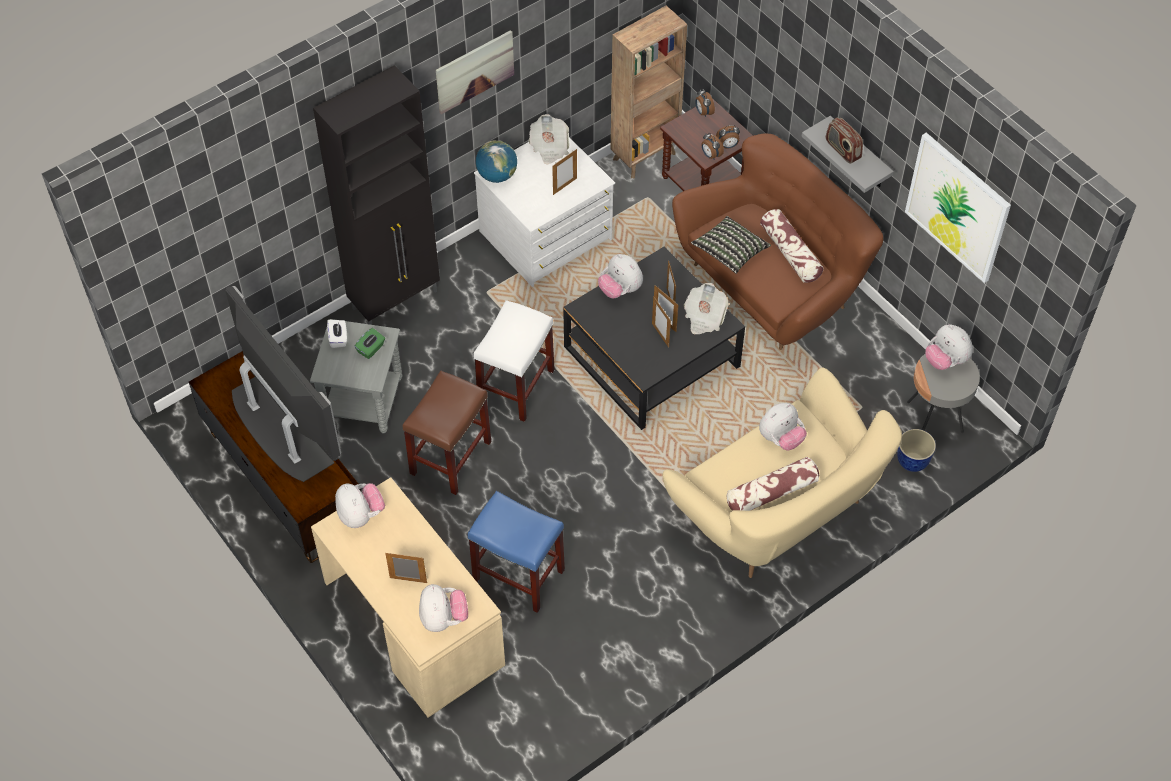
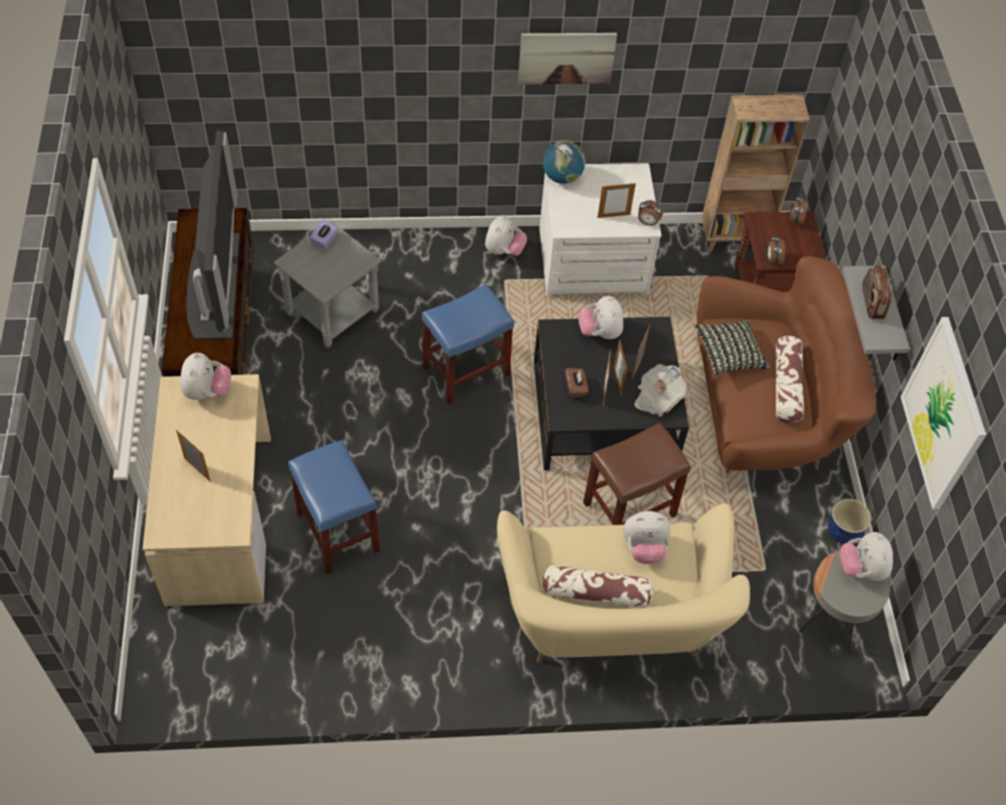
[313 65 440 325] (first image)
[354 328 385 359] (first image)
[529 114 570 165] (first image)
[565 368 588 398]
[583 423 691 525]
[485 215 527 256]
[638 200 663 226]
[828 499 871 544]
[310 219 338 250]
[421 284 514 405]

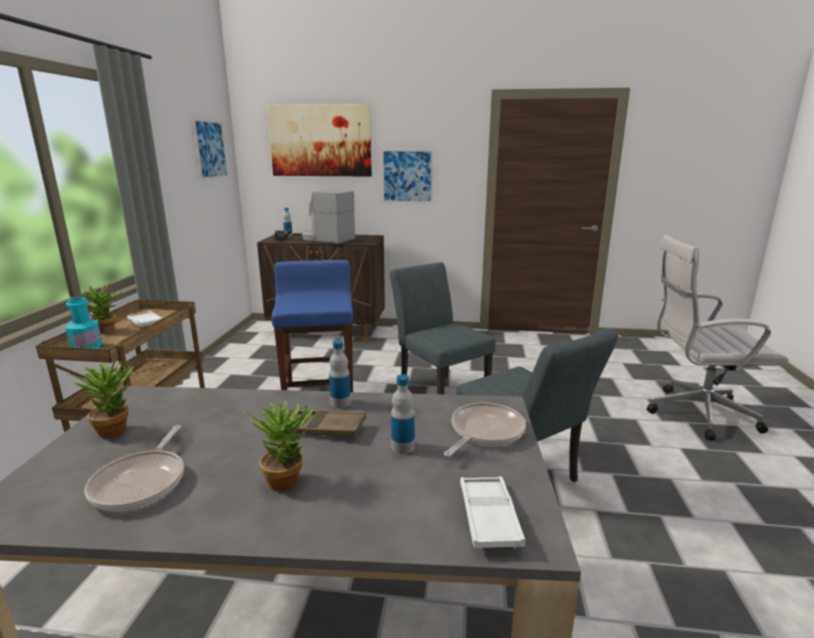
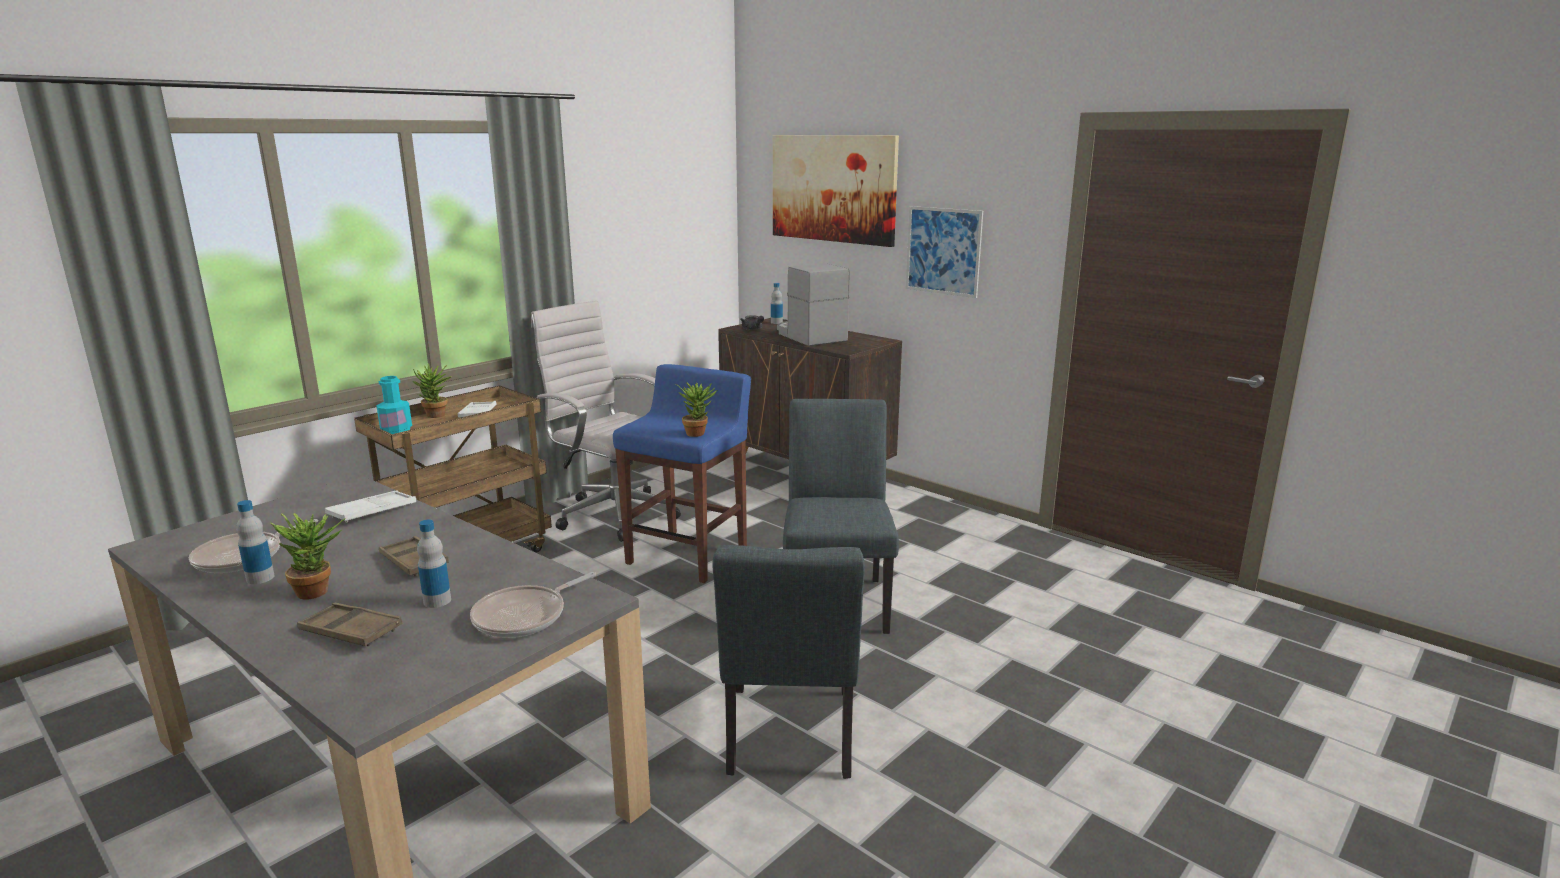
[193 119 228 180] (first image)
[297 603 403 646]
[675 383 717 437]
[236 500 275 584]
[325 490 416 523]
[531 301 681 542]
[470 572 596 638]

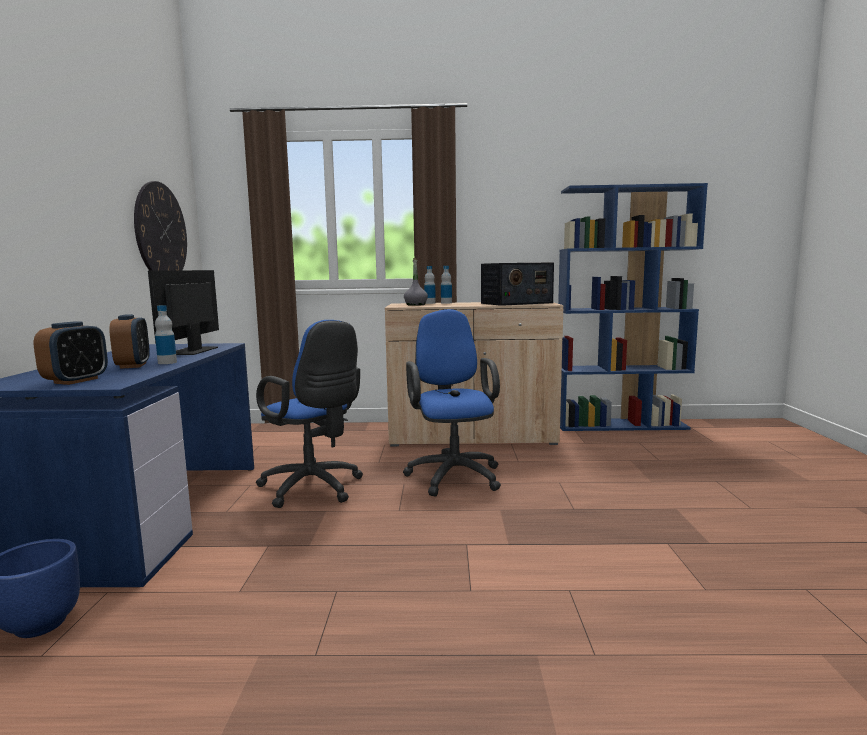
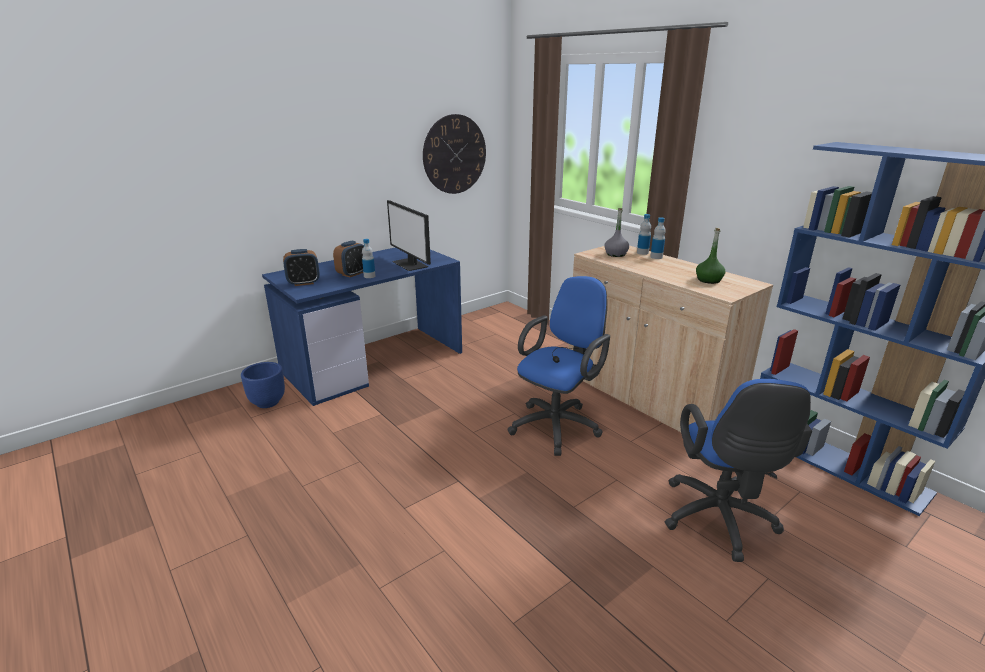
[665 379 812 562]
[696 228 726 284]
[387 200 431 271]

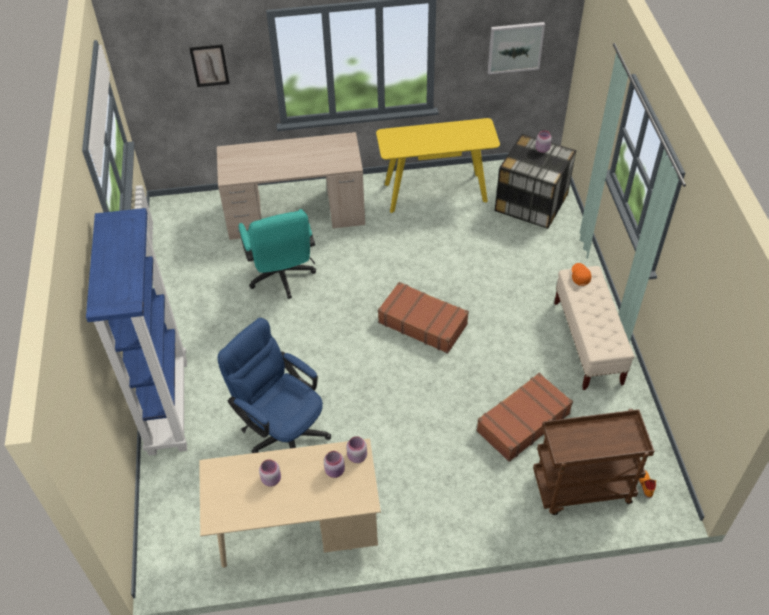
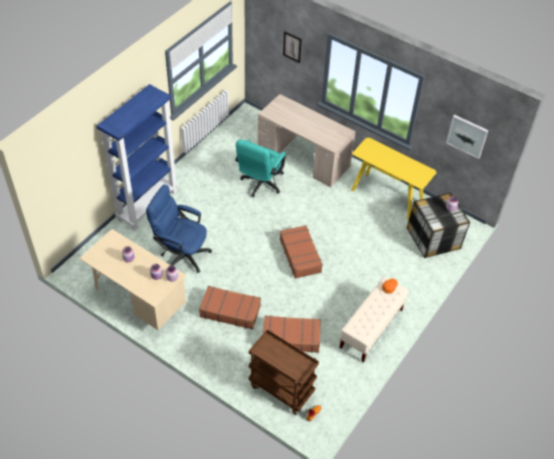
[199 286 261 330]
[146 185 212 273]

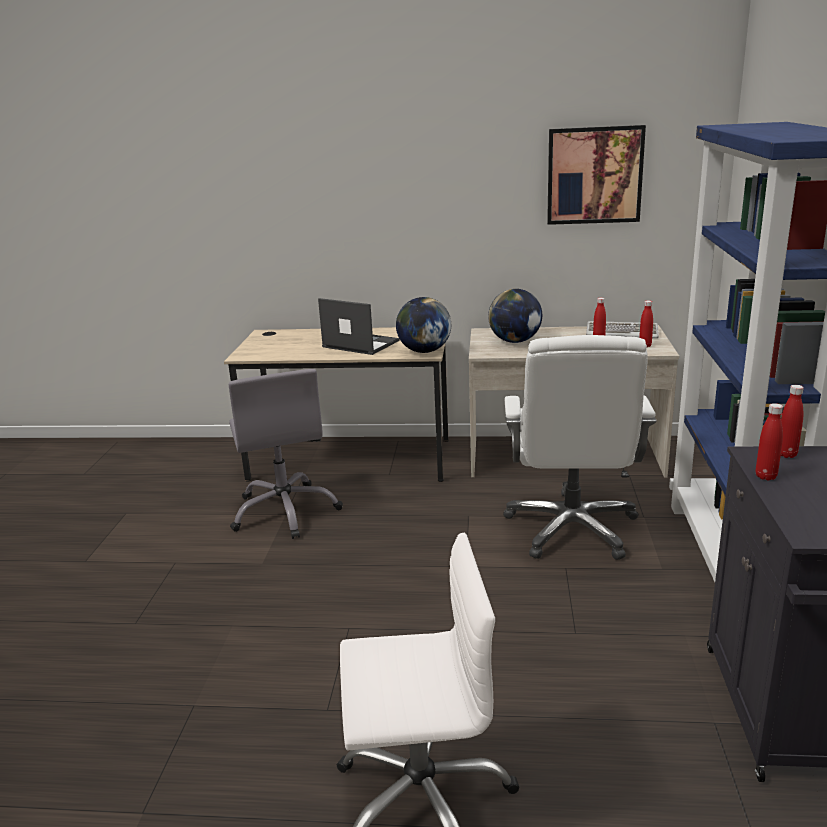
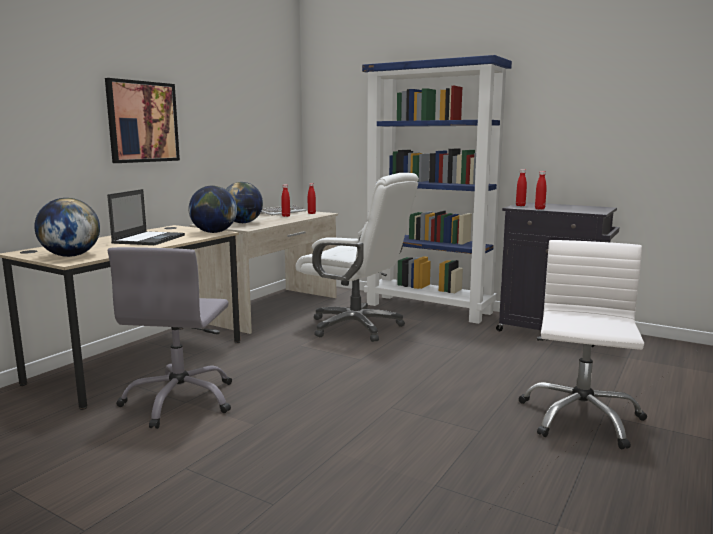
[34 198 100 257]
[105 78 180 163]
[108 247 232 429]
[107 189 185 245]

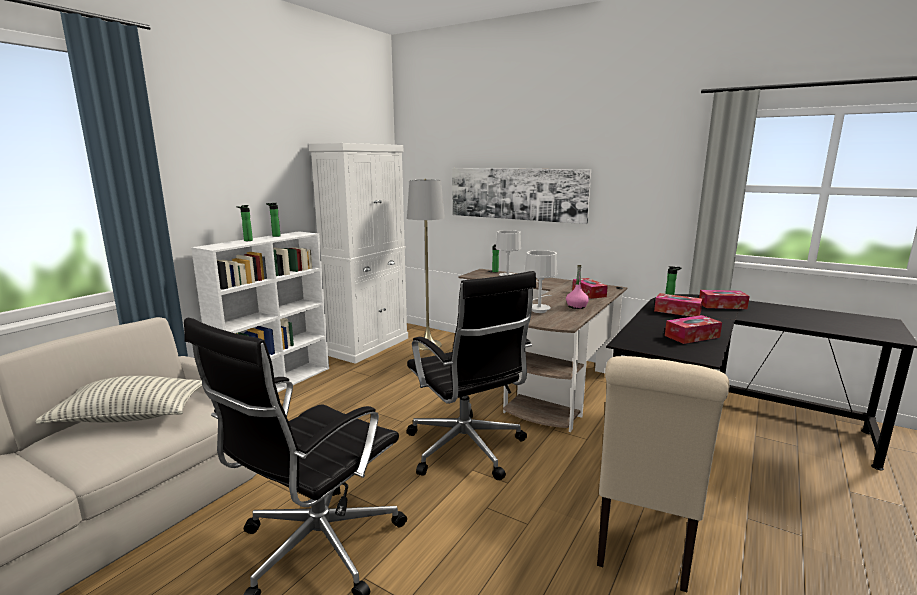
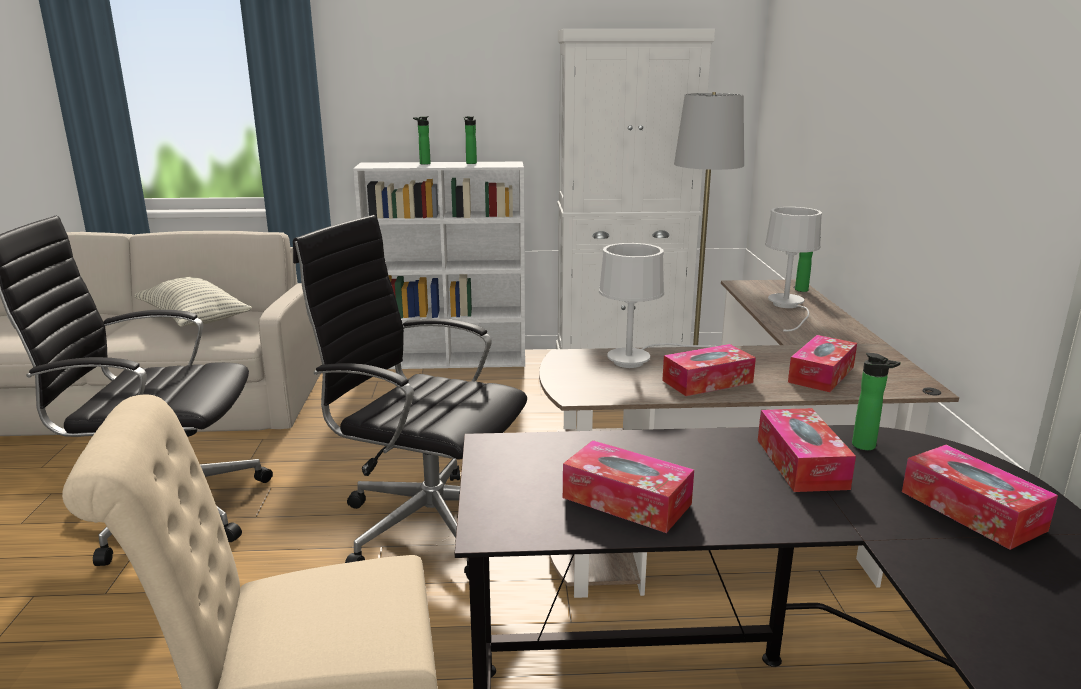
[452 168 591 224] (first image)
[662 344 756 396]
[293 215 527 579]

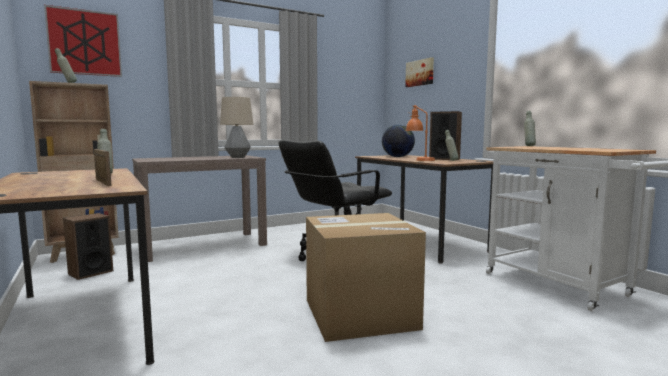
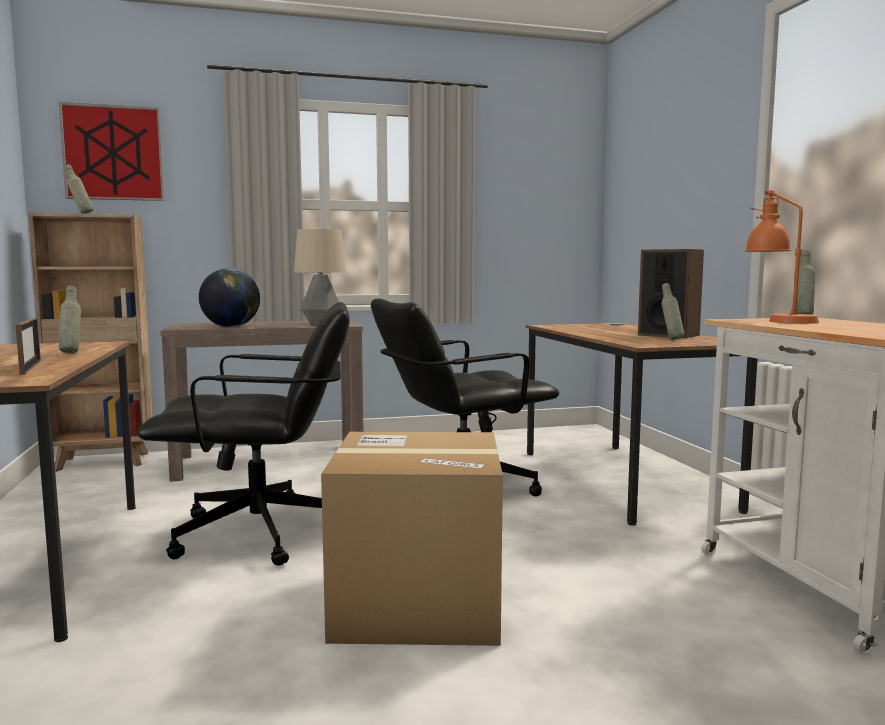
[63 213 113 280] (first image)
[405 57 434 87] (first image)
[138 302 350 566]
[199 268 260 327]
[745 190 819 324]

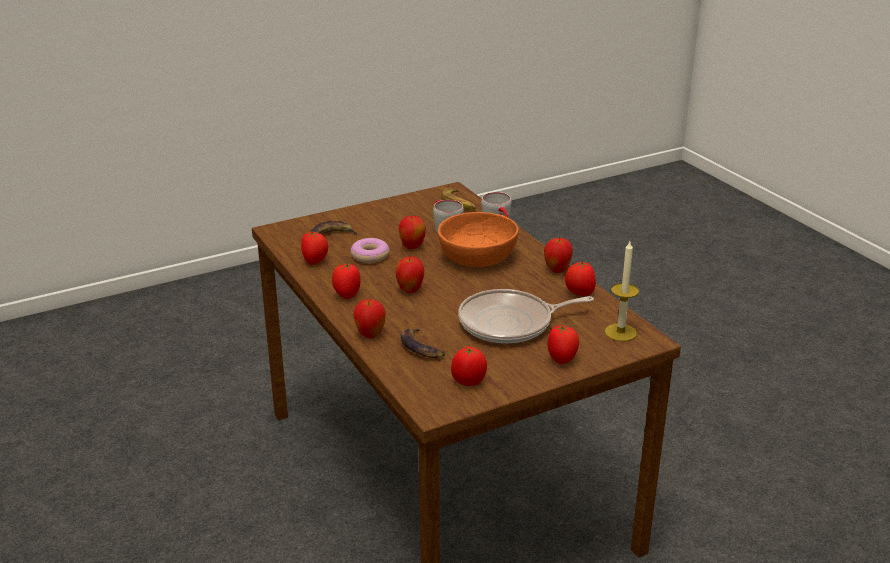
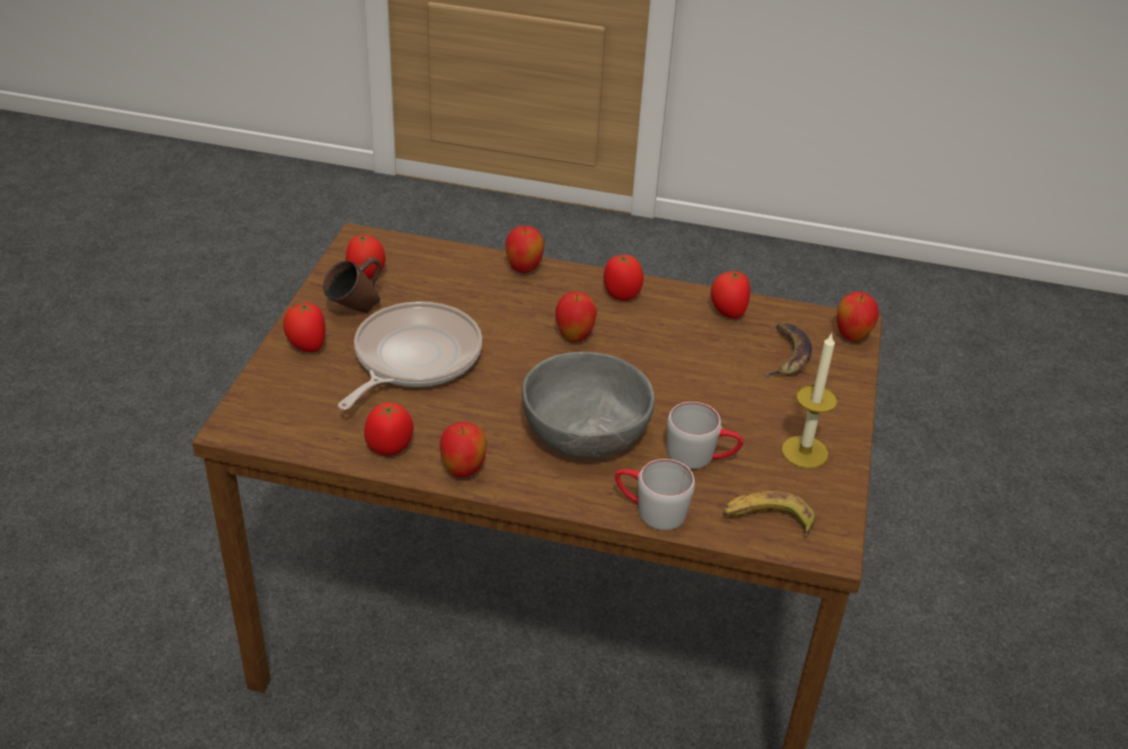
[351 238 390 263] (first image)
[400 327 445 358] (first image)
[323 258 381 313]
[837 291 879 342]
[782 332 838 469]
[522 352 655 458]

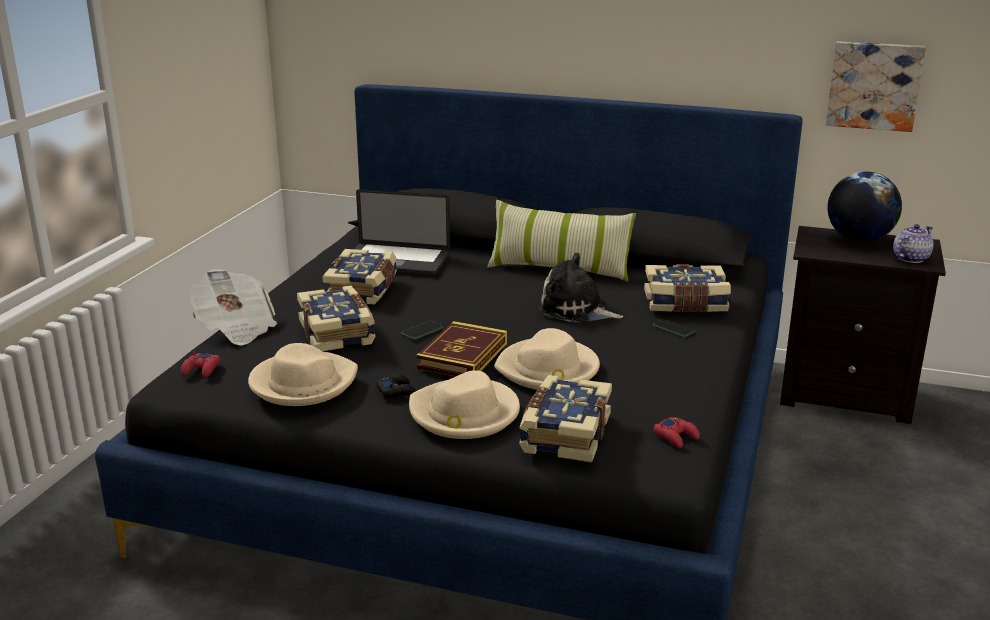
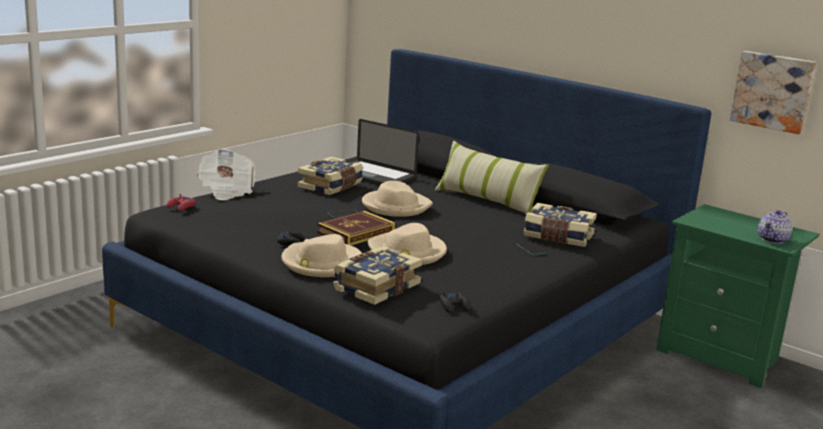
[297 286 376 351] (first image)
[539 252 623 323] (first image)
[828 171 902 242] (first image)
[362 181 433 217]
[439 292 471 313]
[656 204 820 388]
[758 210 793 244]

